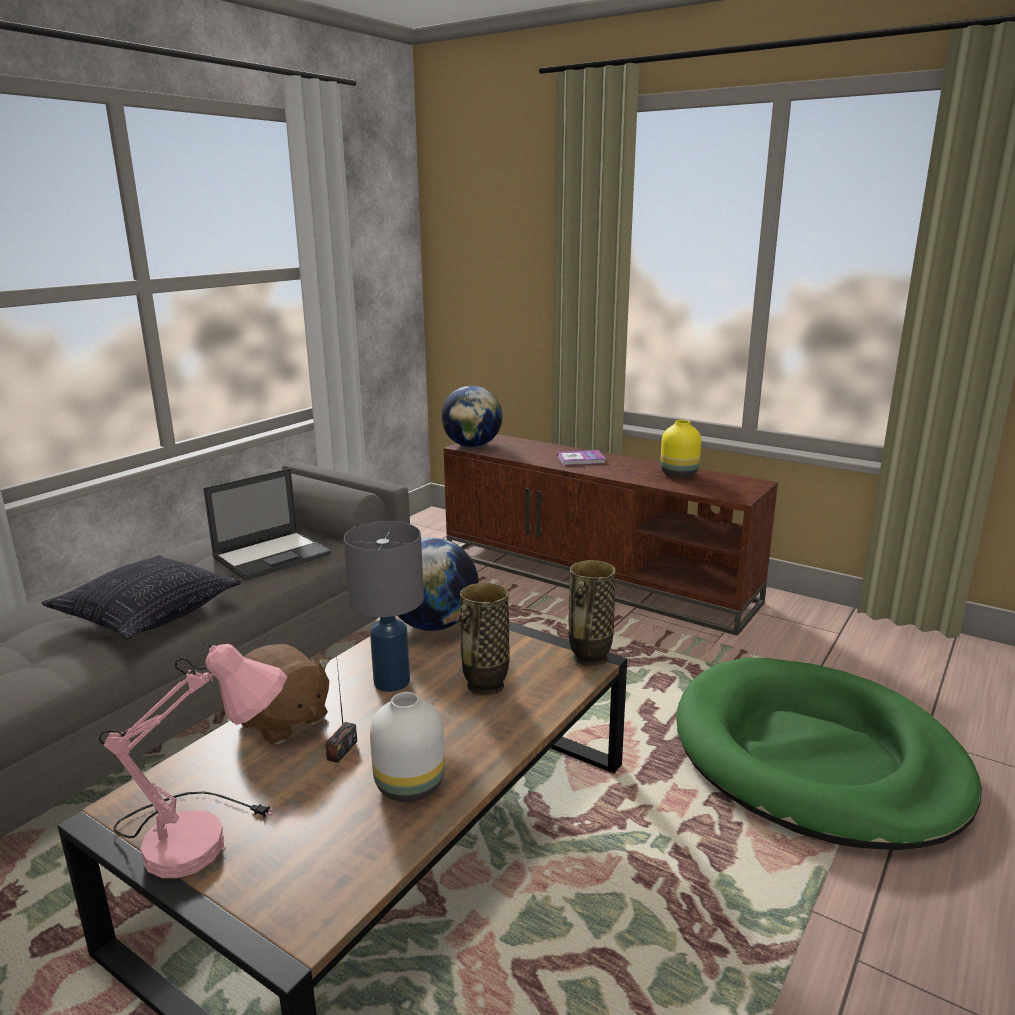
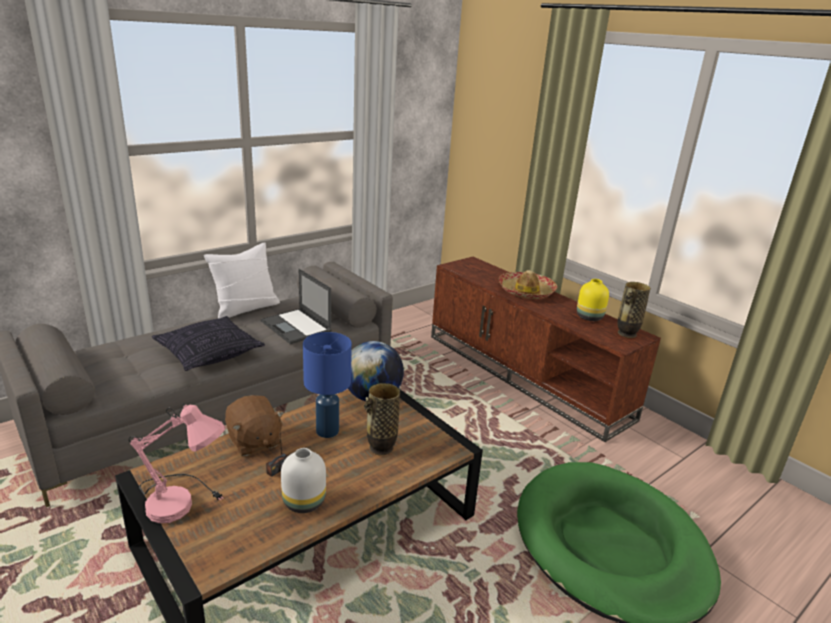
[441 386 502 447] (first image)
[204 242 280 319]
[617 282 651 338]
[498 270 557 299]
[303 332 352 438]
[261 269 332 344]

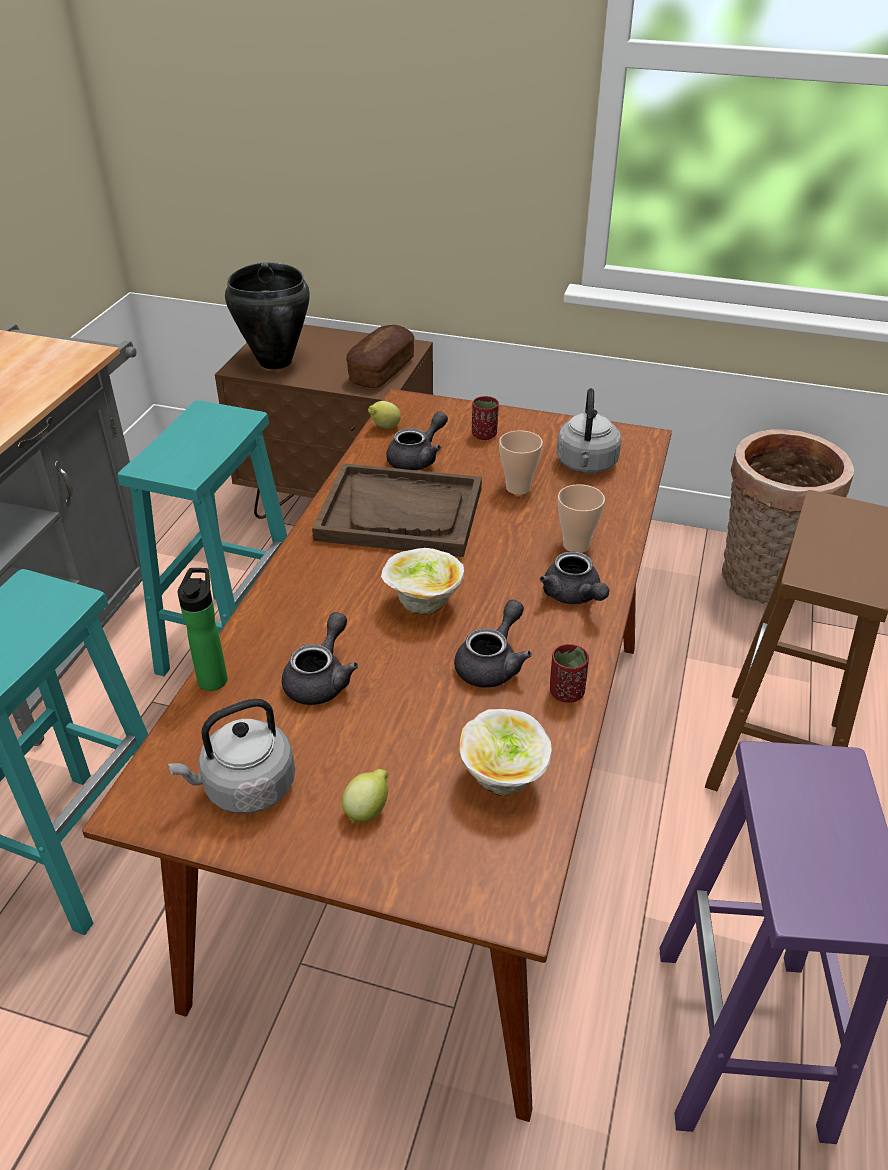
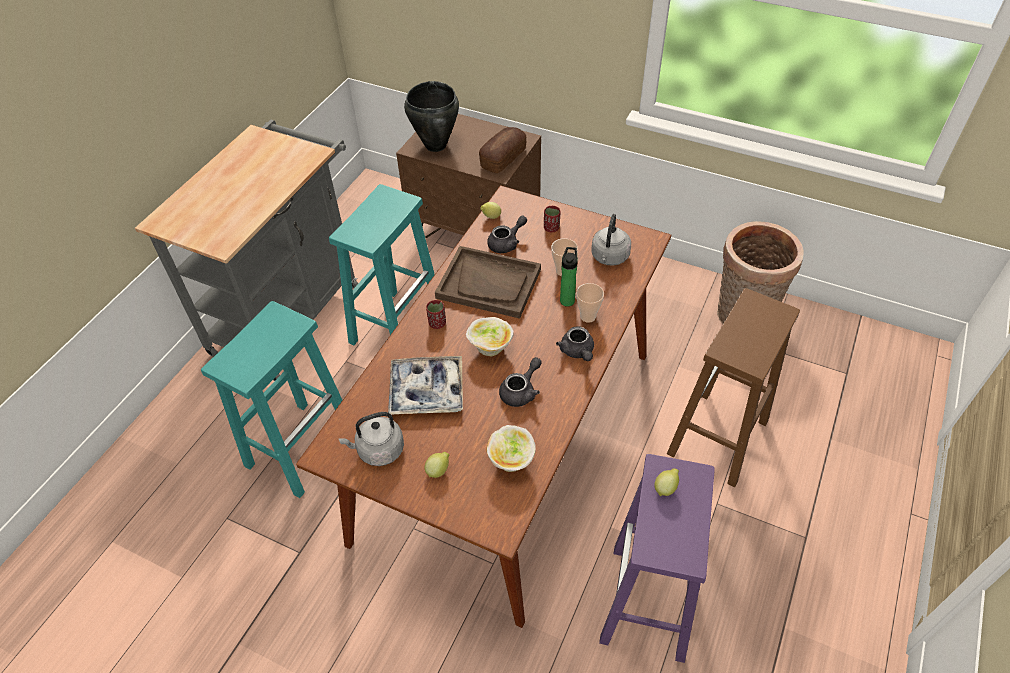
[654 468 679 496]
[560 247 578 307]
[426 300 446 329]
[388 356 463 415]

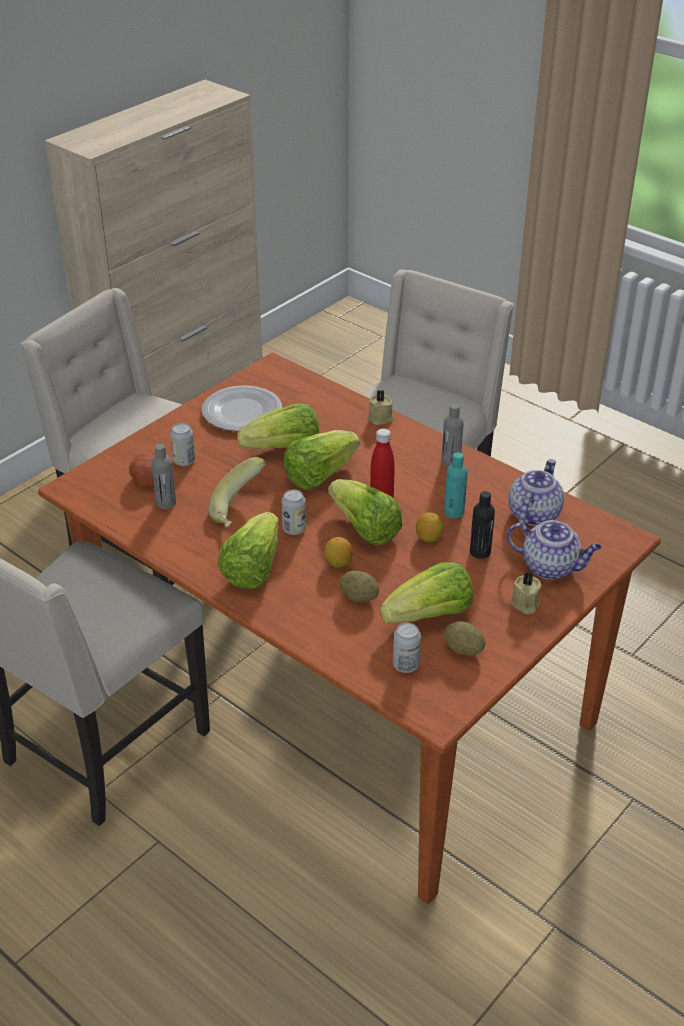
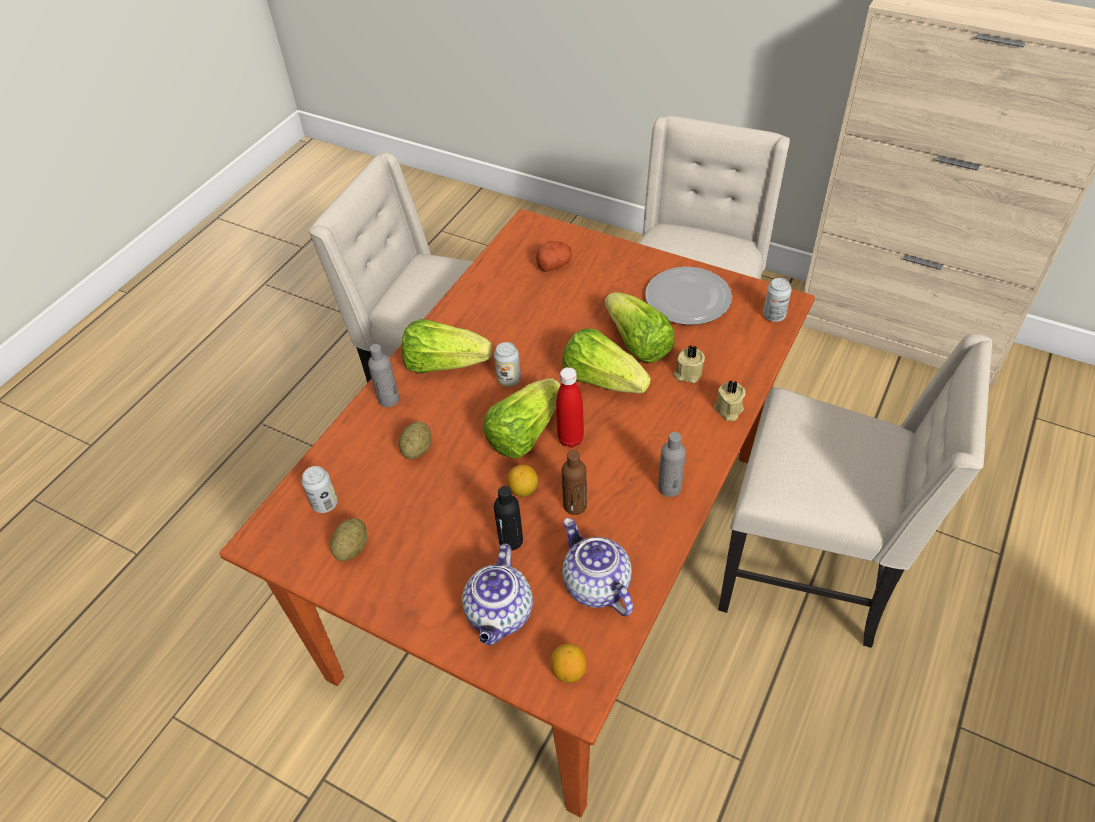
[209 457 266 528] (first image)
[380 562 473 624] (first image)
[368 344 399 407]
[763 278 792 322]
[550 643 587 683]
[674 346 705 383]
[562 450 587 515]
[562 518 633 616]

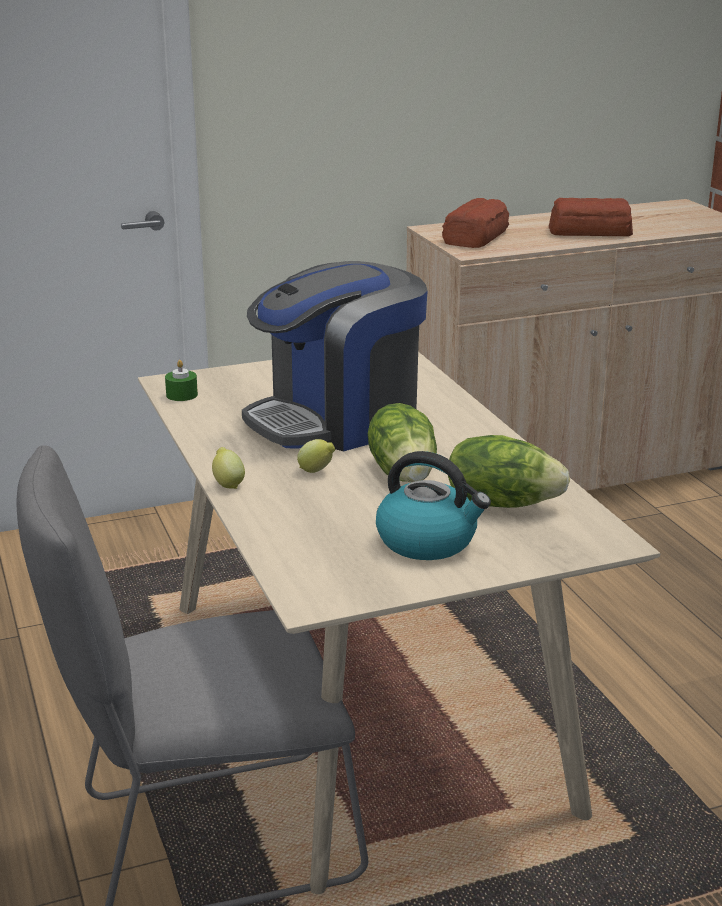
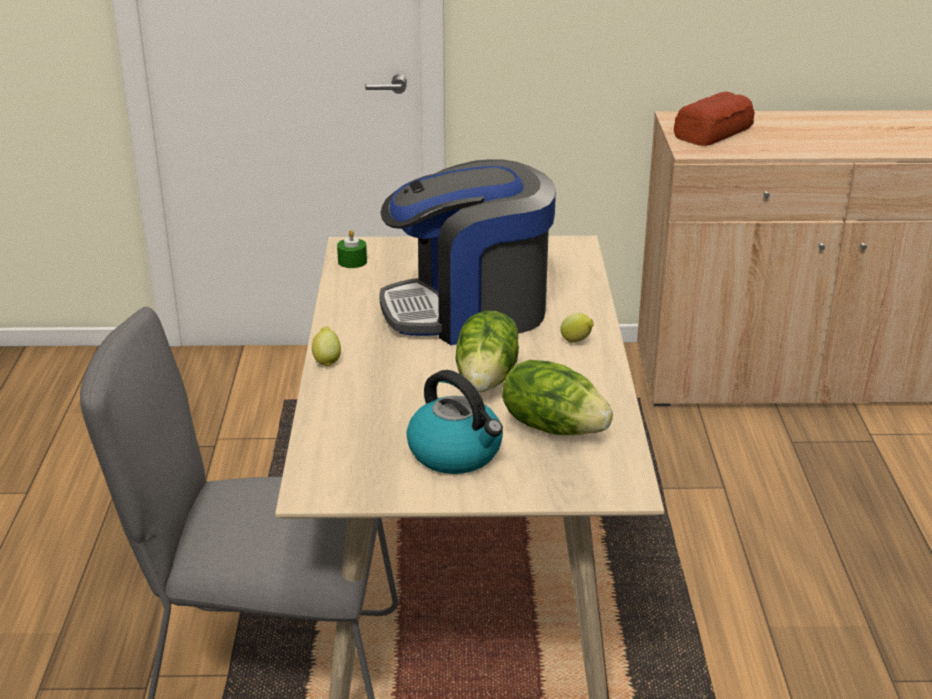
[549 198 633 236] (first image)
[560 313 594 343]

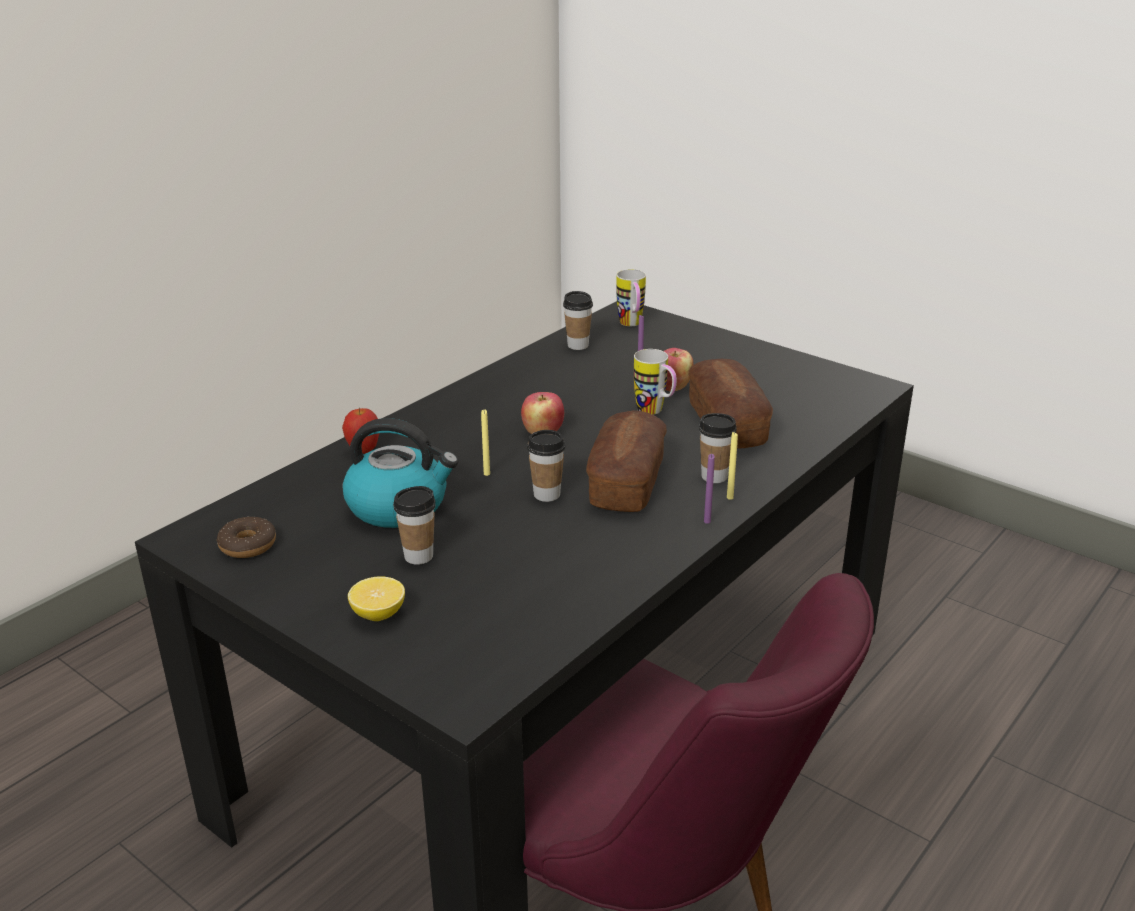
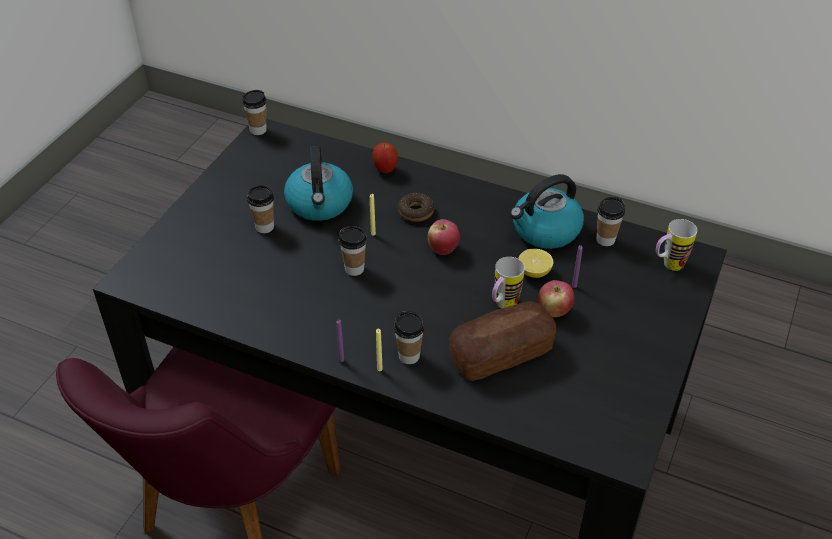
[586 410 667 512] (first image)
[242 90 267 135]
[510 174 584 249]
[398 193 434 222]
[518 249 553 278]

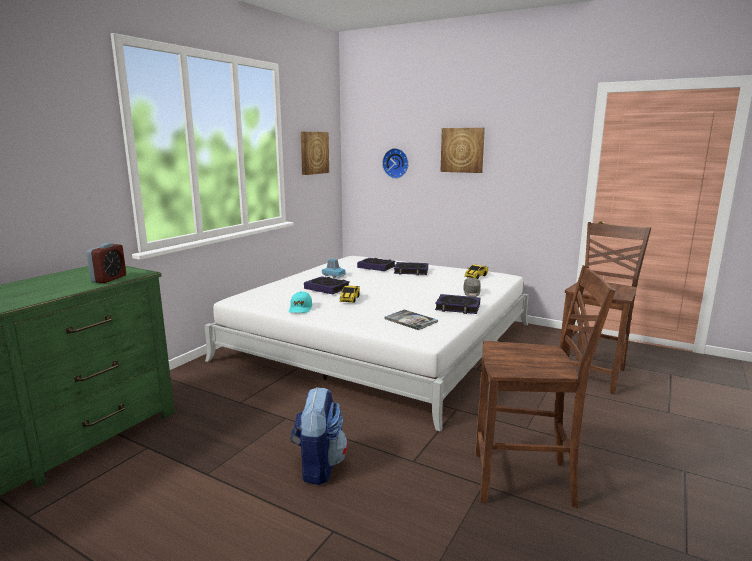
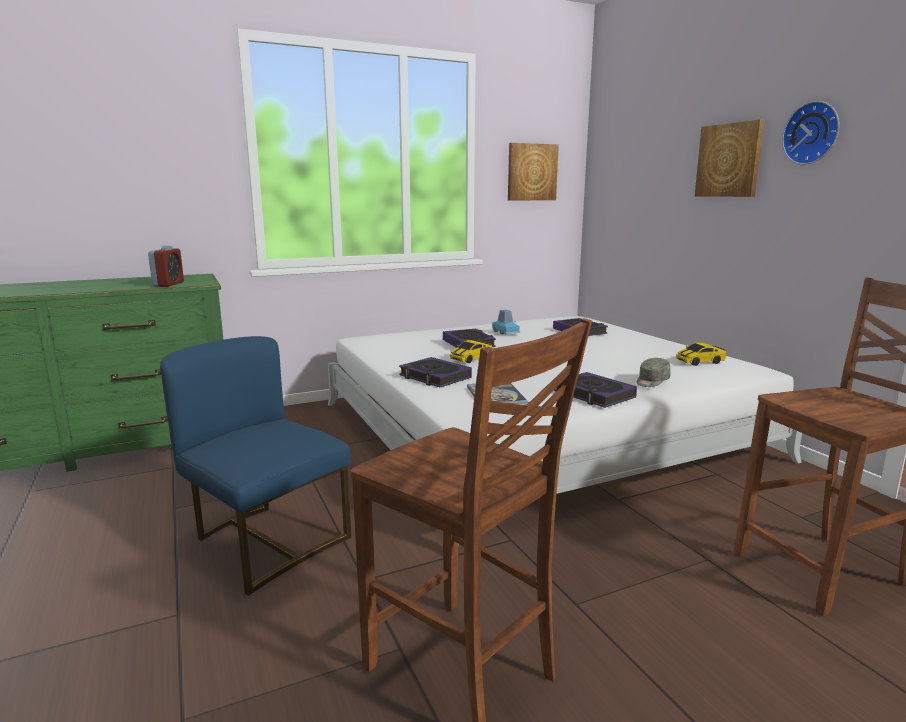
[289 292 312 313] (first image)
[782 101 839 165]
[399 357 472 387]
[160 336 351 596]
[148 246 184 287]

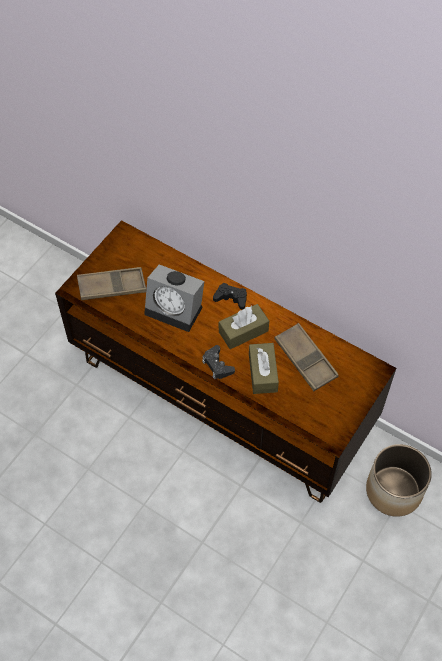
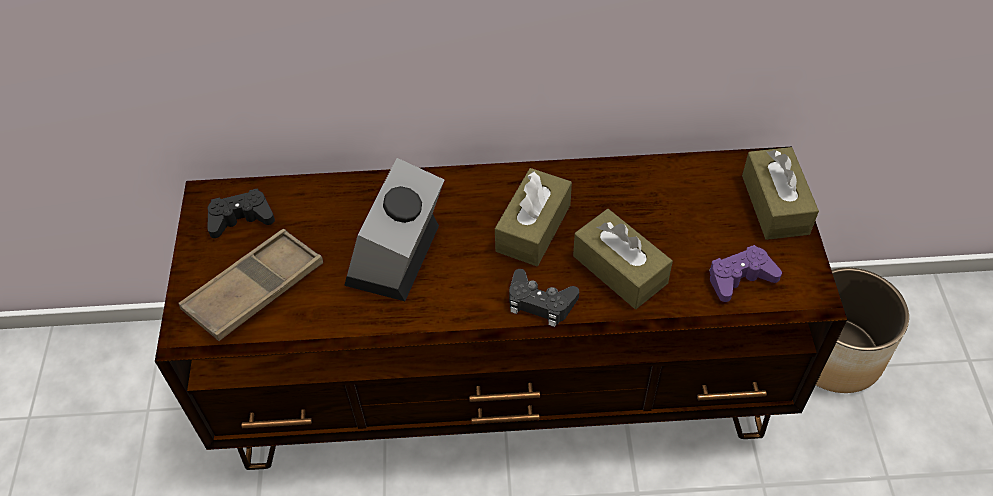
[274 323 339 391] (first image)
[709 245 782 302]
[742 147 819 240]
[207 189 275 238]
[344 158 444 301]

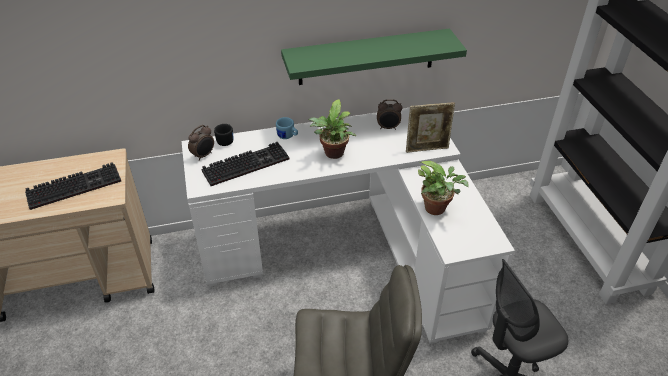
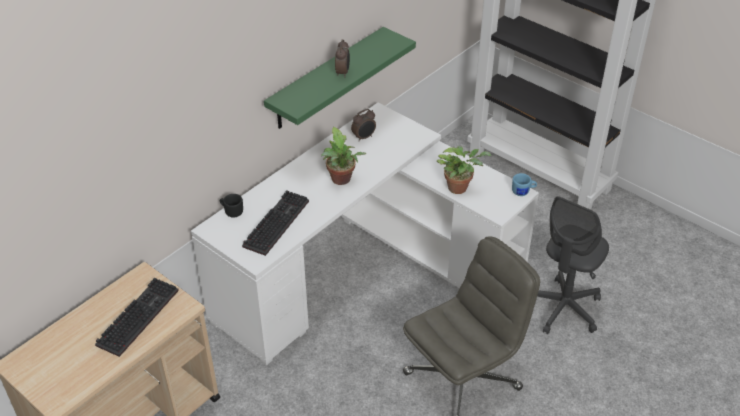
[406 102 455 153] (first image)
[335 40 350 78]
[512 173 537 196]

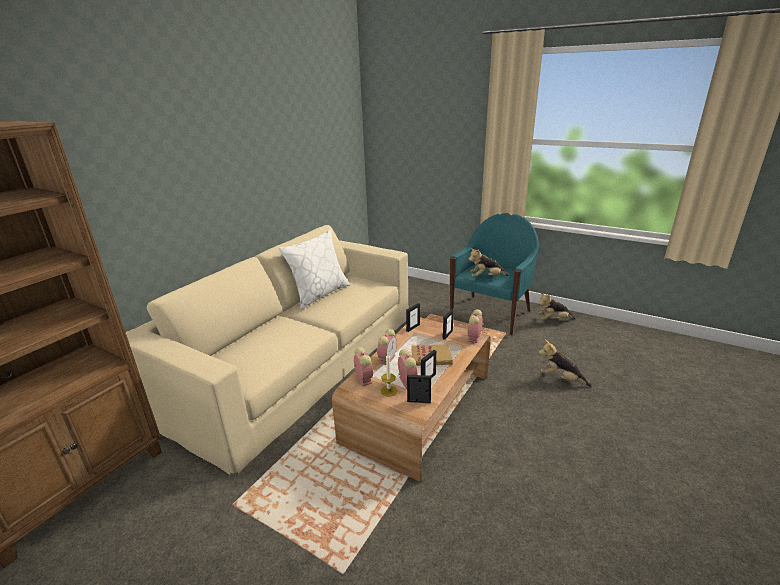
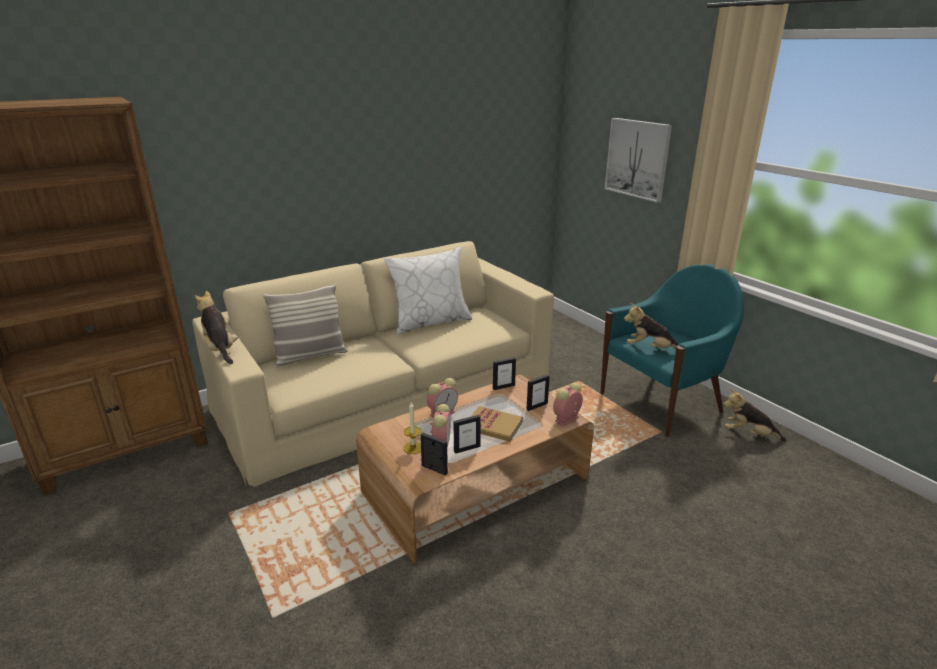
[354 347 373 386] (first image)
[263 284 348 368]
[605 118 672 203]
[195 291 238 364]

